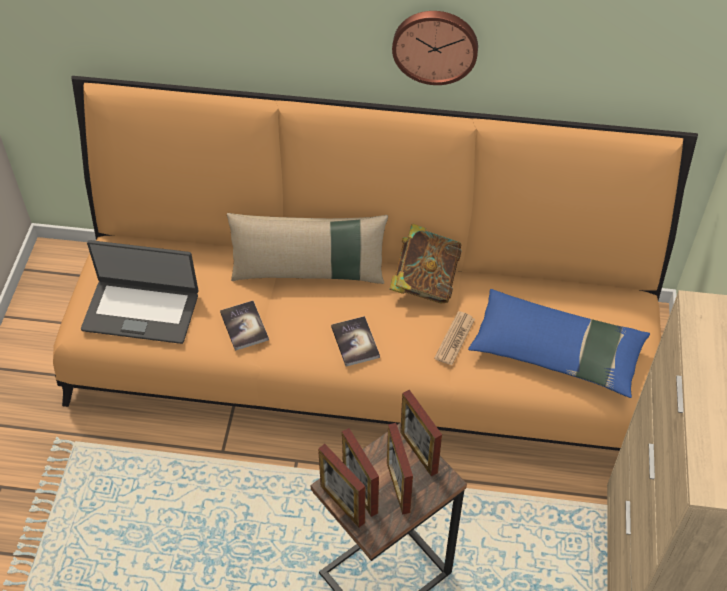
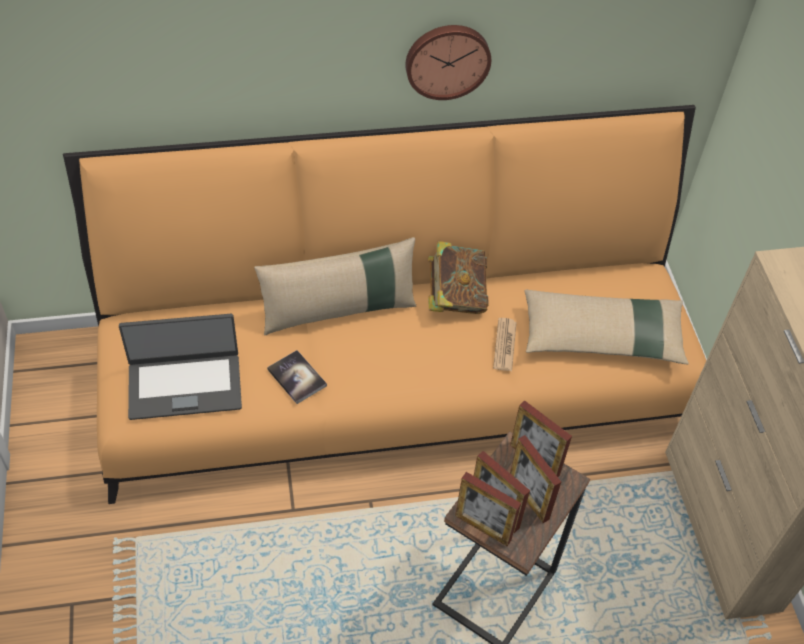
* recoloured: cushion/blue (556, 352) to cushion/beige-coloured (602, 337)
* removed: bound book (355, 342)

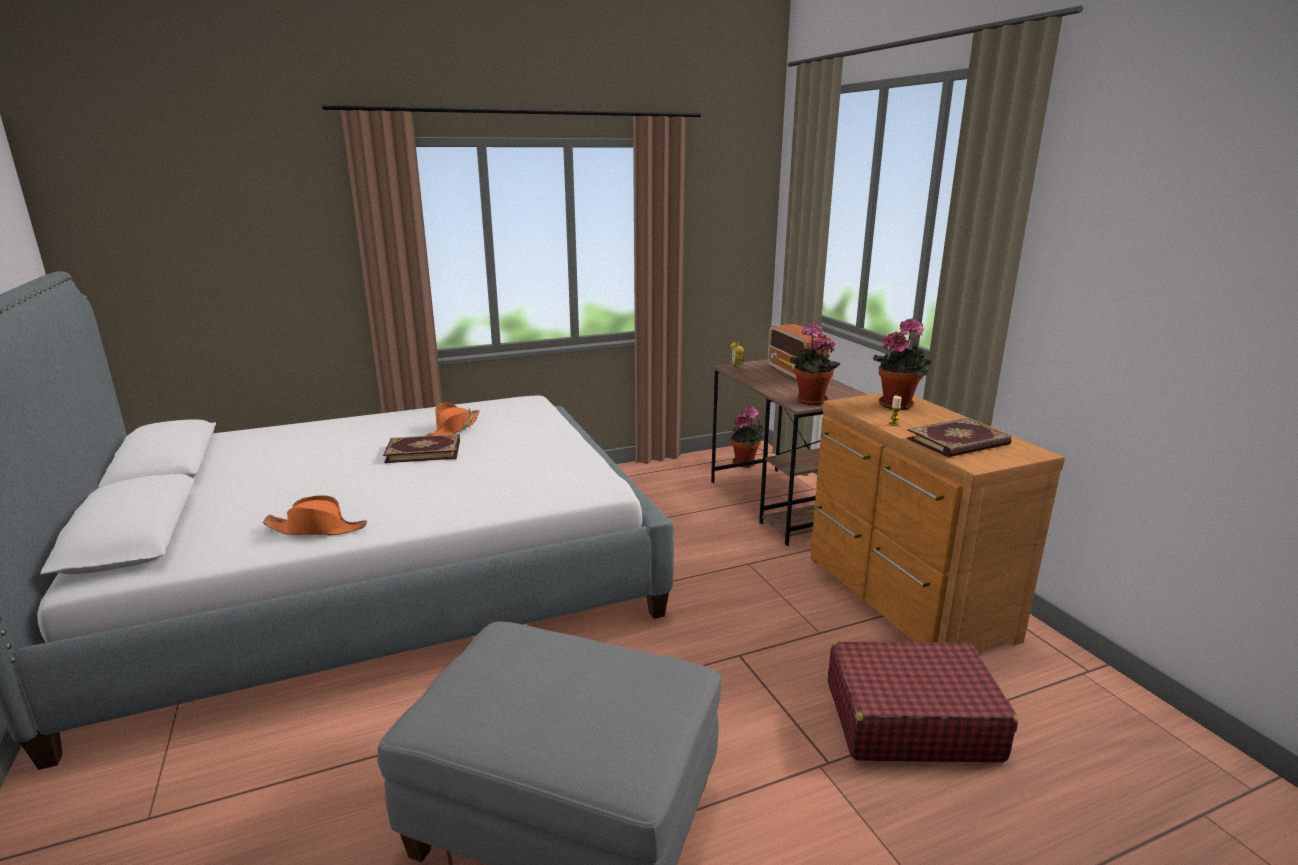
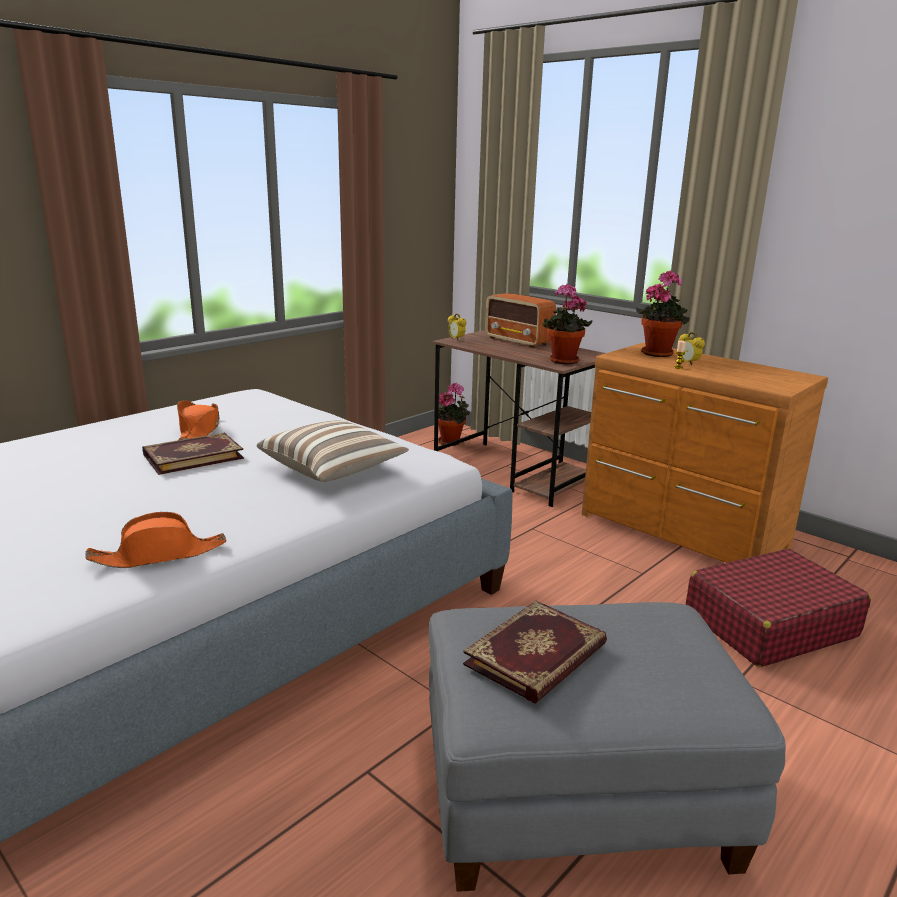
* added: cushion (333, 469)
* moved: bound book (958, 442) to (537, 655)
* added: bedside clock (688, 363)

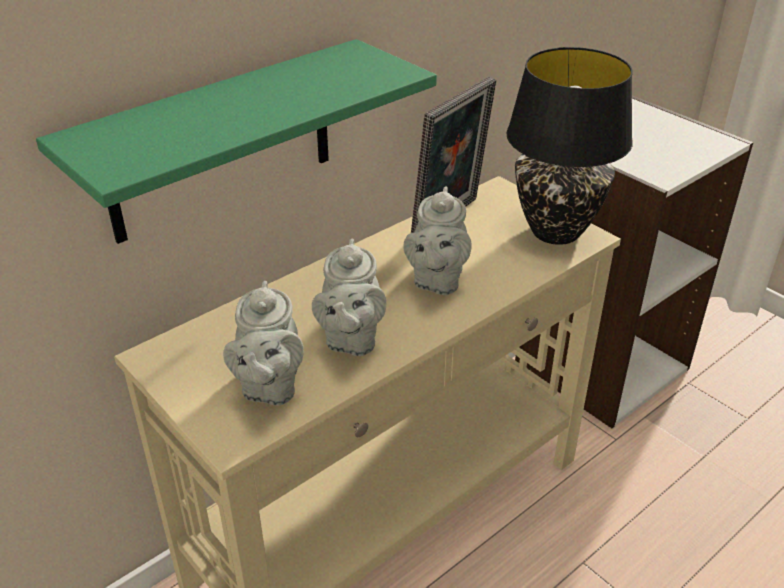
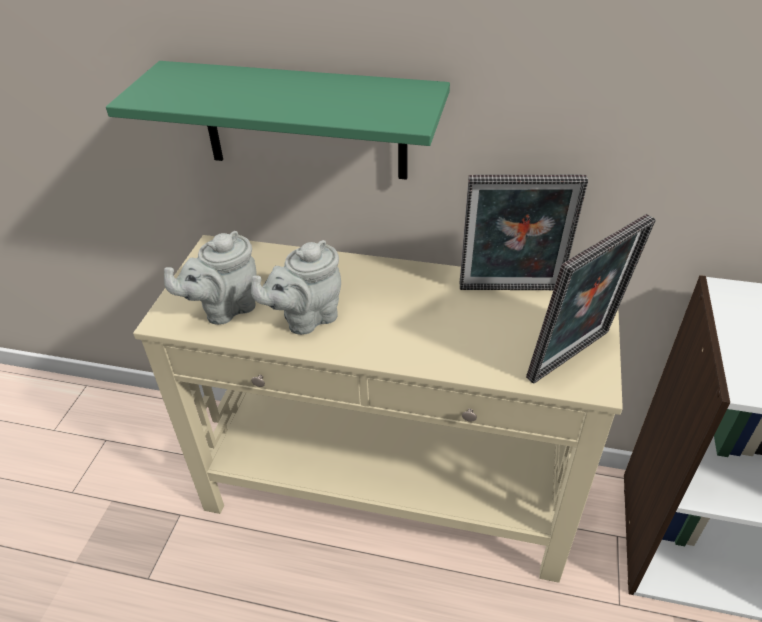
* replaced: table lamp/black-coloured (554, 231) to picture frame (574, 358)
* removed: pot for tea/gray (436, 280)

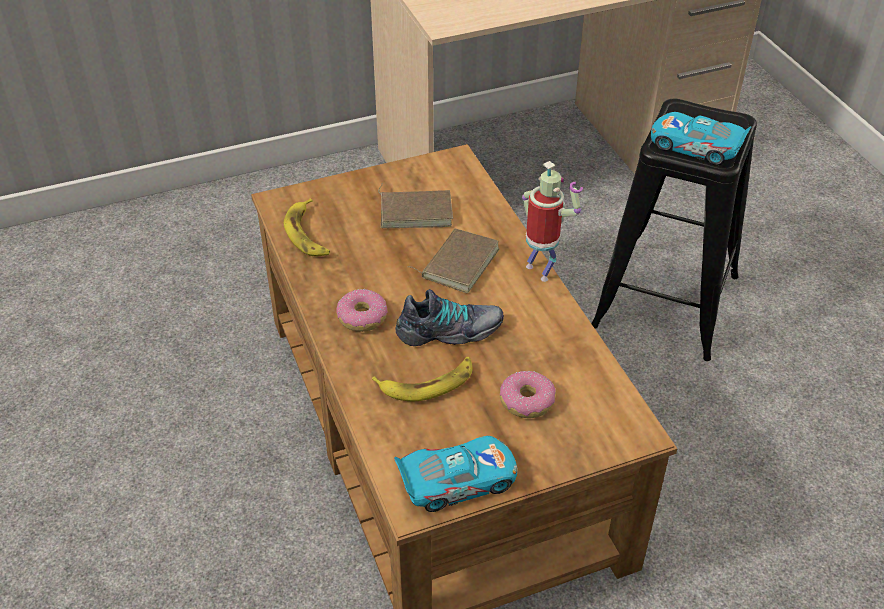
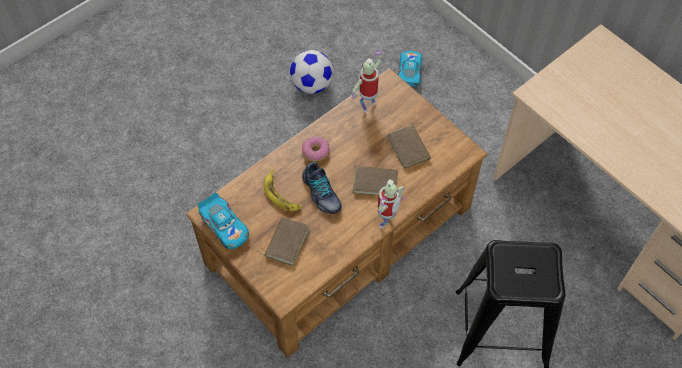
* replaced: doughnut (526, 401) to bound book/brown-coloured (285, 242)
* added: ball for football (312, 85)
* replaced: banana (308, 234) to robot figure (367, 105)
* moved: toy car (695, 147) to (409, 72)

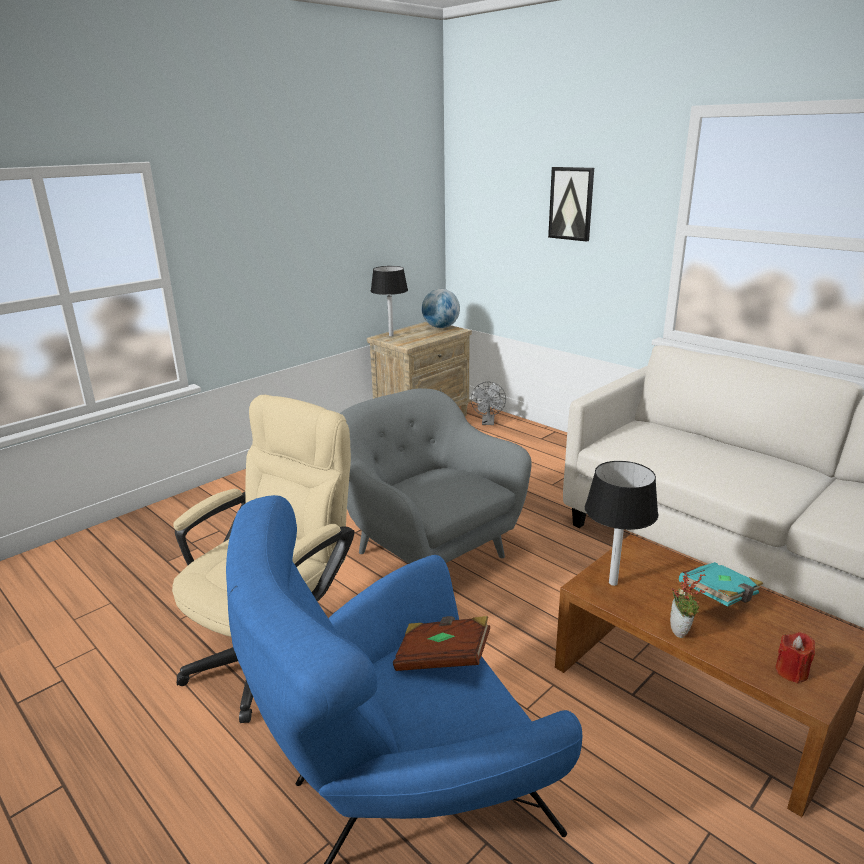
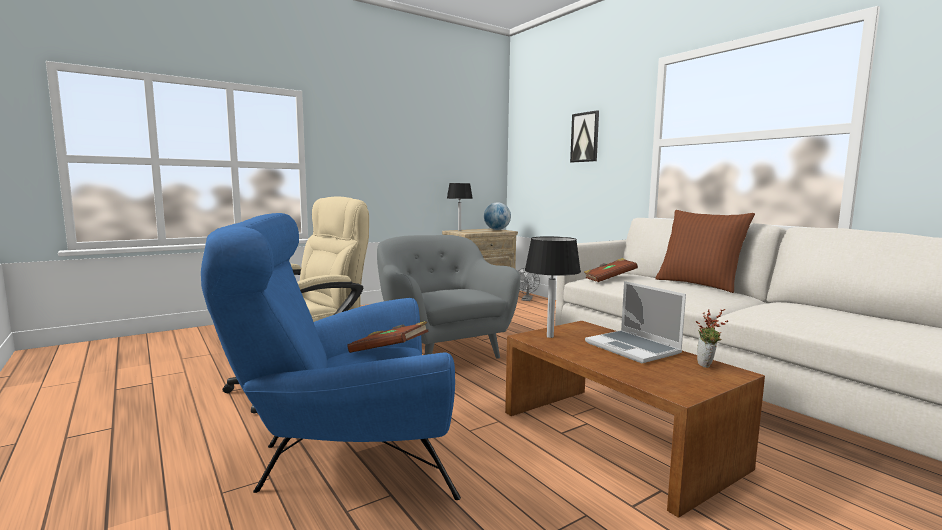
* added: bound book/brown-coloured (609, 279)
* replaced: bound book/turquoise-coloured (720, 597) to portable computer (633, 348)
* added: cushion/brown-coloured (699, 284)
* moved: houseplant (681, 632) to (707, 365)
* removed: candle/red-coloured (791, 671)

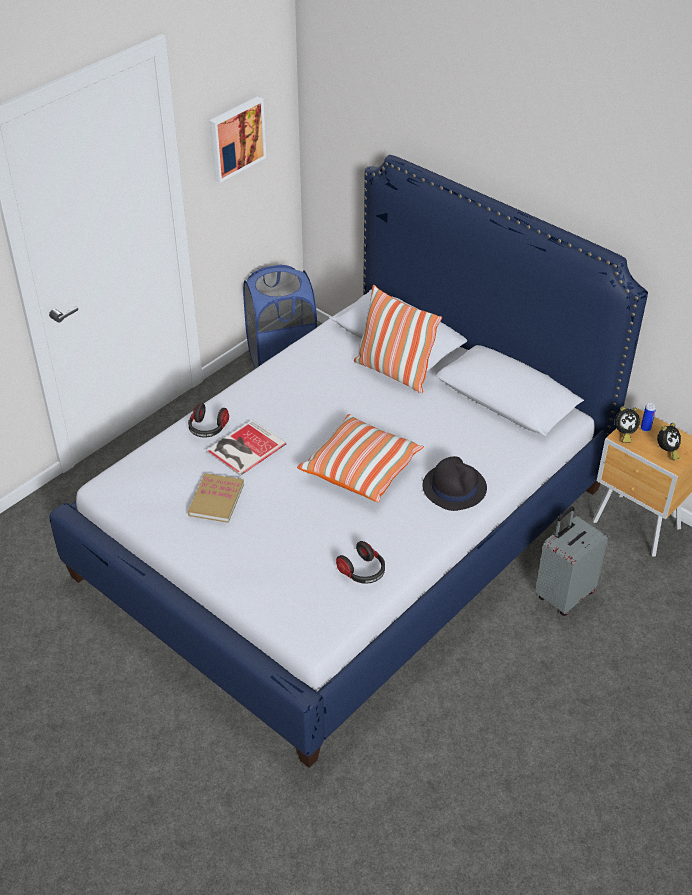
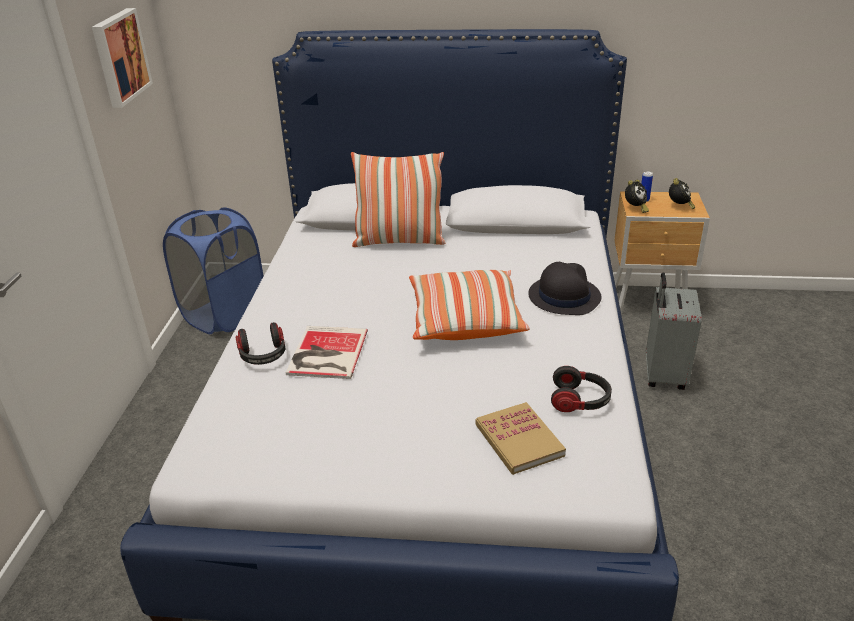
* moved: bound book (216, 500) to (519, 440)

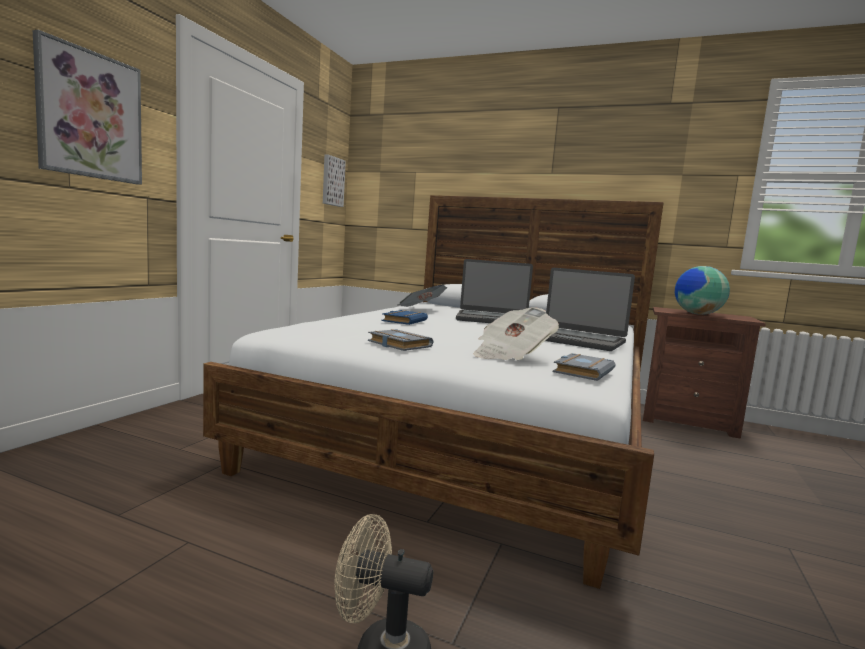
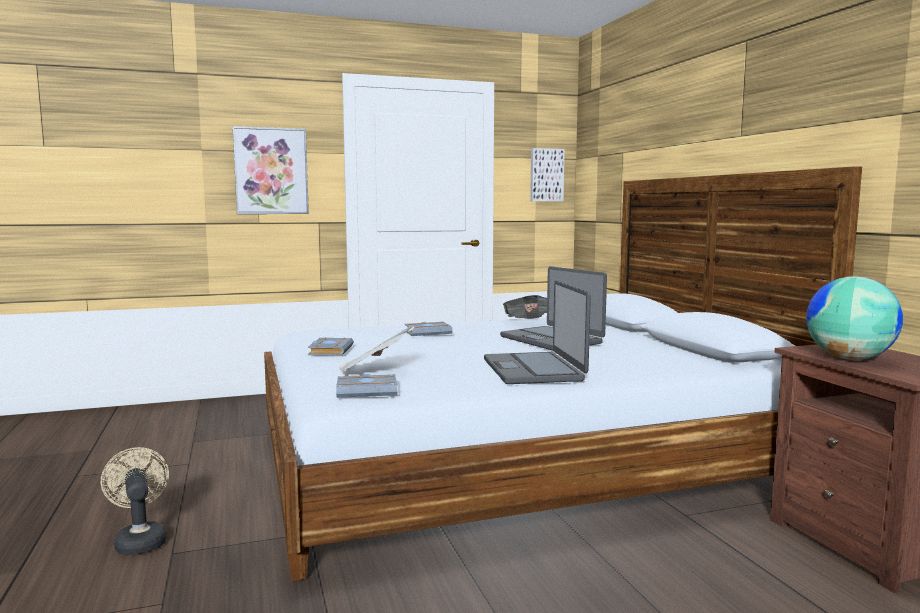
* recoloured: bound book/blue (403, 321) to bound book/gray (428, 332)

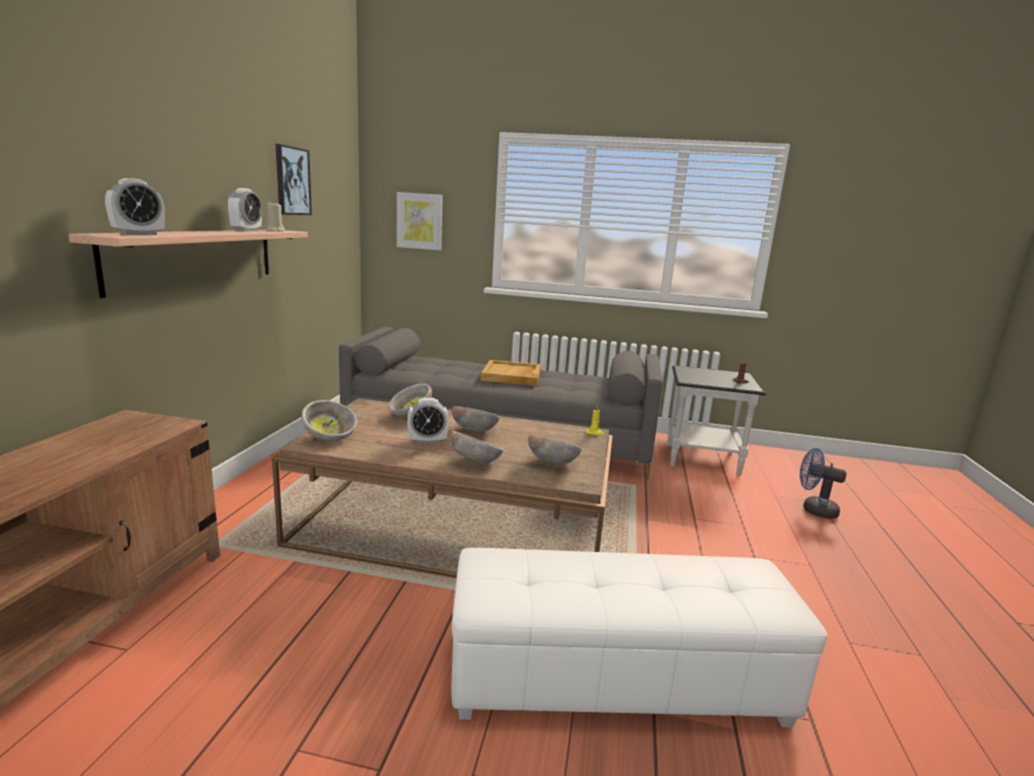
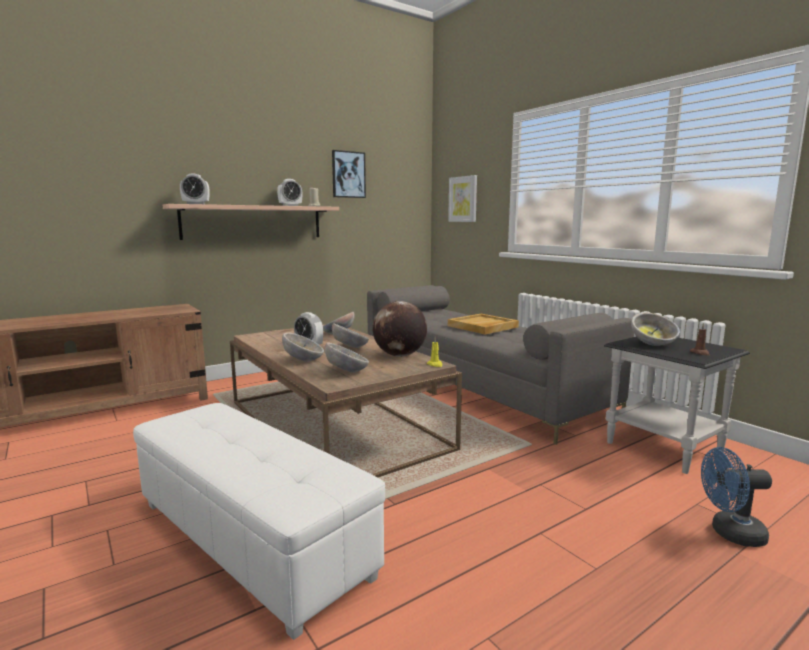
* added: desk globe (399, 355)
* moved: deep dish (330, 438) to (653, 344)
* turned: cooling fan/blue (813, 509) = (730, 534) 75 degrees counterclockwise

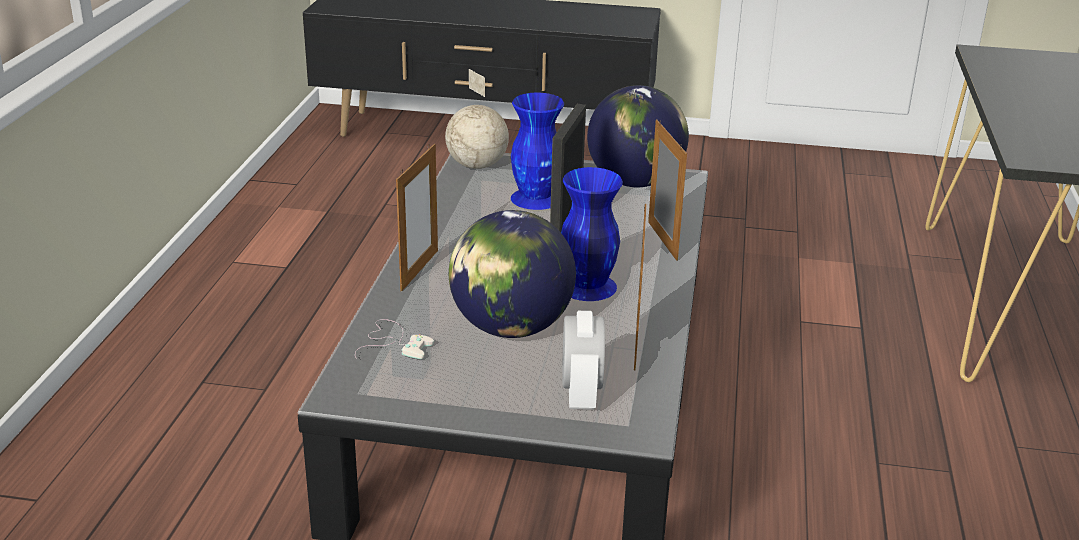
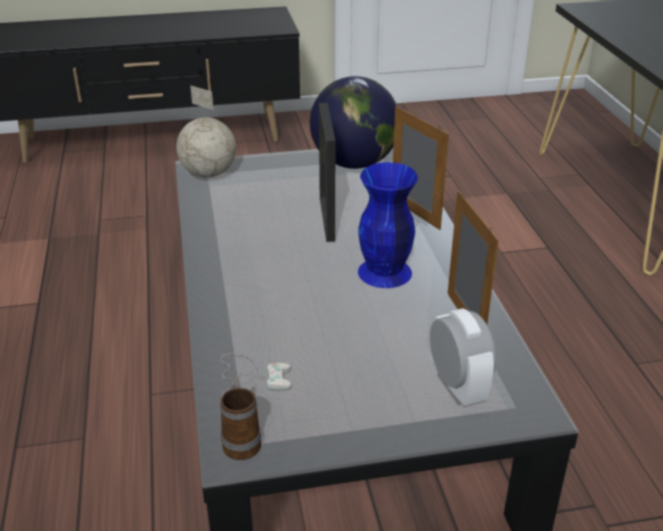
* added: coffee mug (241, 440)
* removed: picture frame (419, 270)
* removed: desk globe (511, 328)
* removed: decorative vase/blue (536, 198)

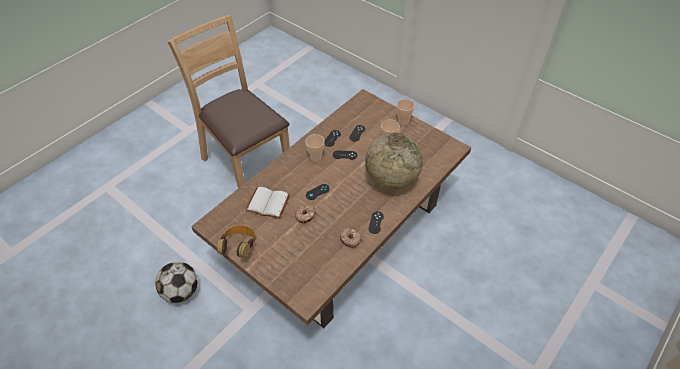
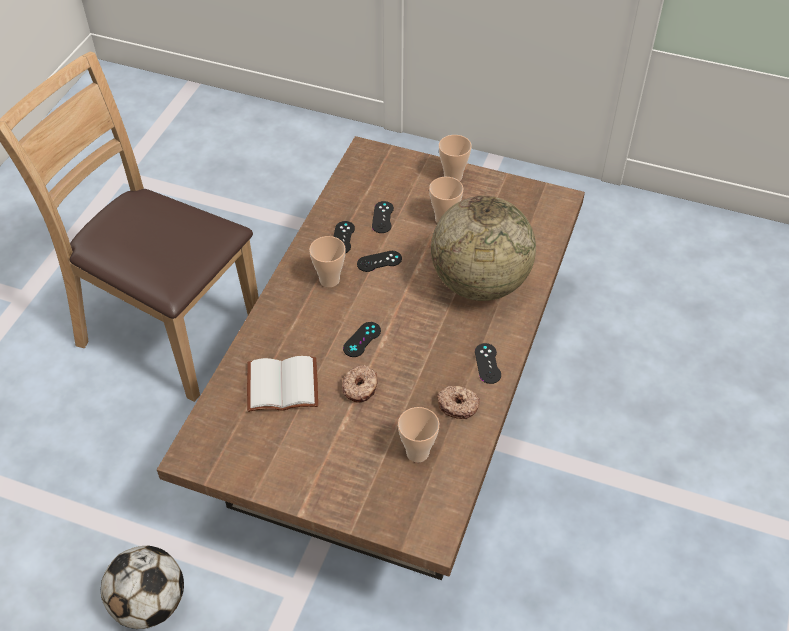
* added: cup (417, 452)
* removed: headphones (239, 247)

